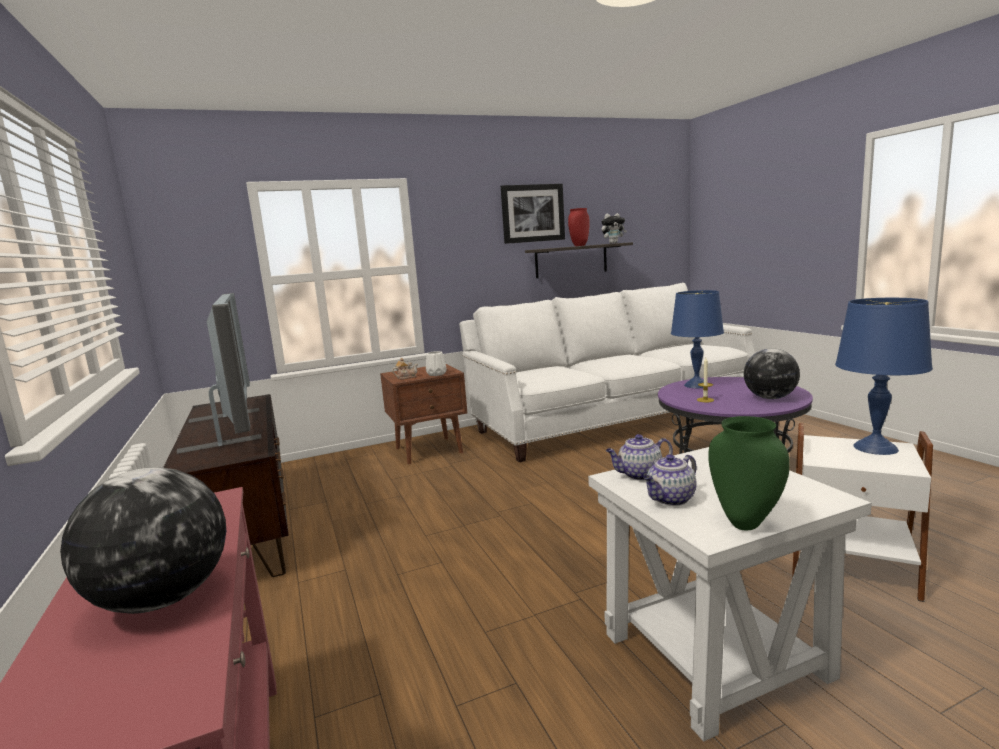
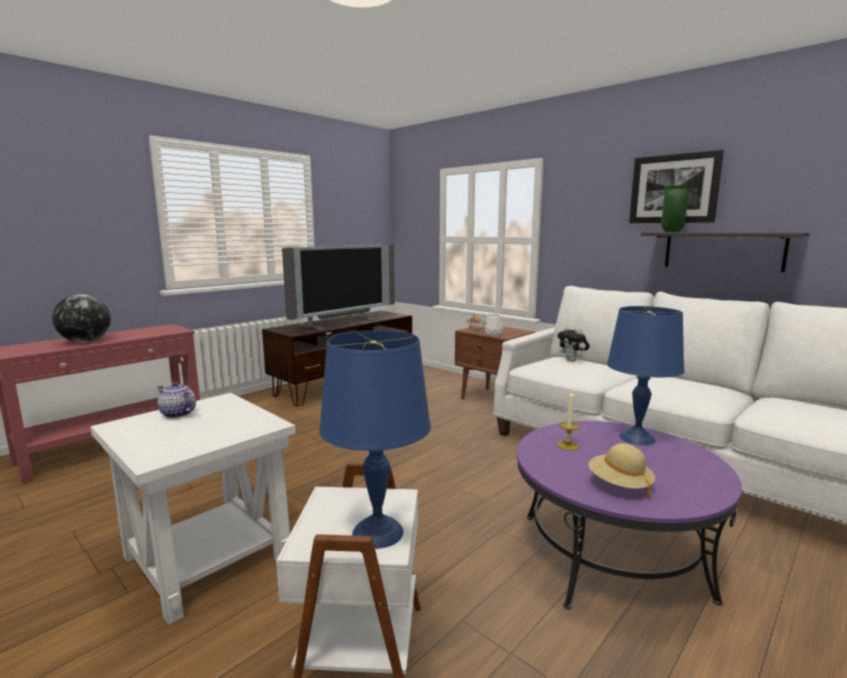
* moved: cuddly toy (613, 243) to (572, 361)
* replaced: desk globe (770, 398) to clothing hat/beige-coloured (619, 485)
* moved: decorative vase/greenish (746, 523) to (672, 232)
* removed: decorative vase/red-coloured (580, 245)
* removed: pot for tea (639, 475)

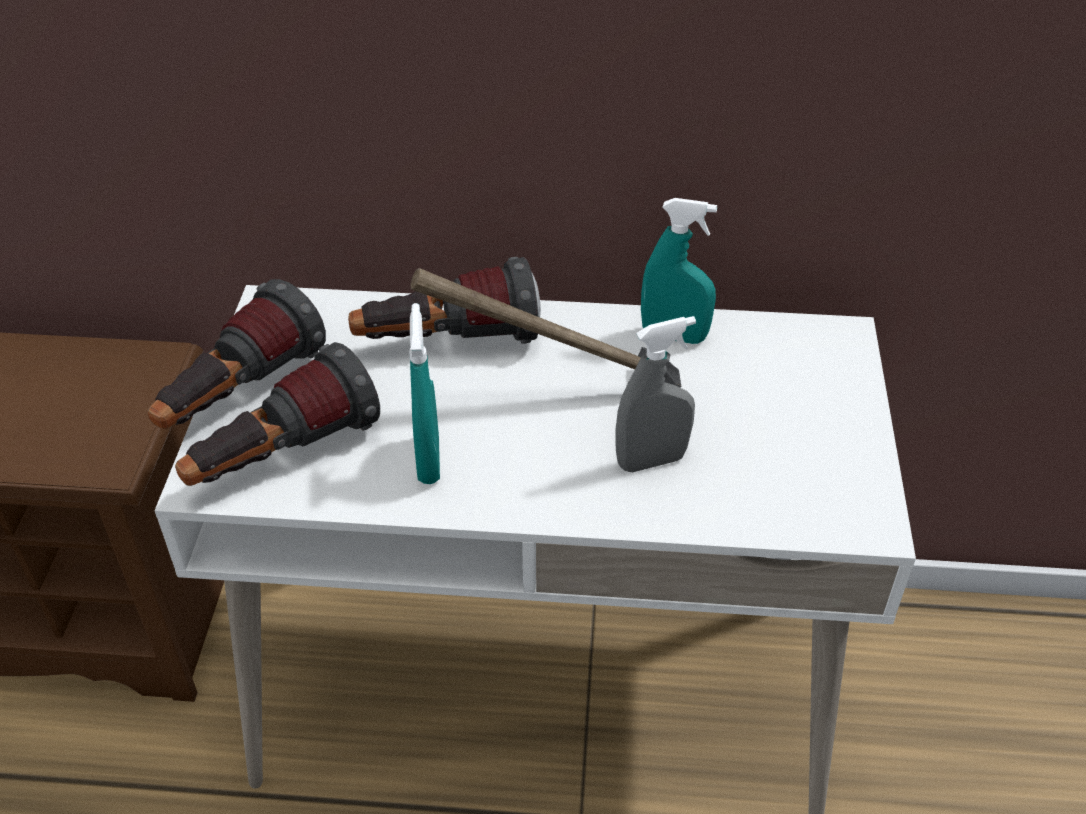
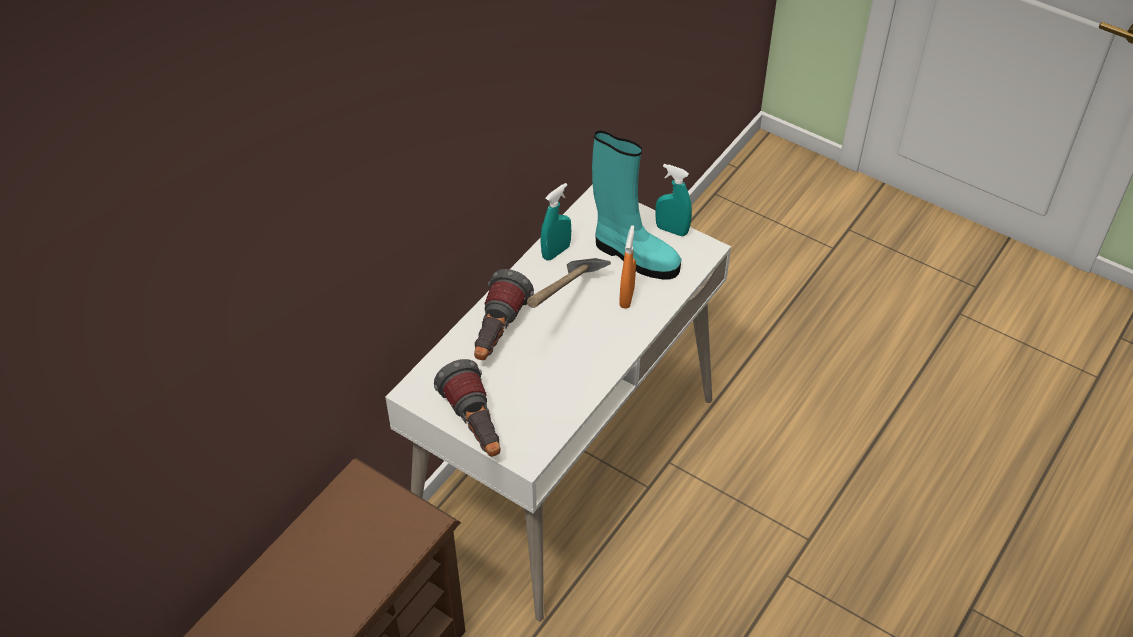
* added: high-top boot/turquoise-coloured (634, 255)
* recoloured: sprayer/gray (651, 460) to sprayer/orange (627, 297)
* moved: sprayer/turquoise-coloured (428, 461) to (671, 230)
* removed: flashlight (282, 458)

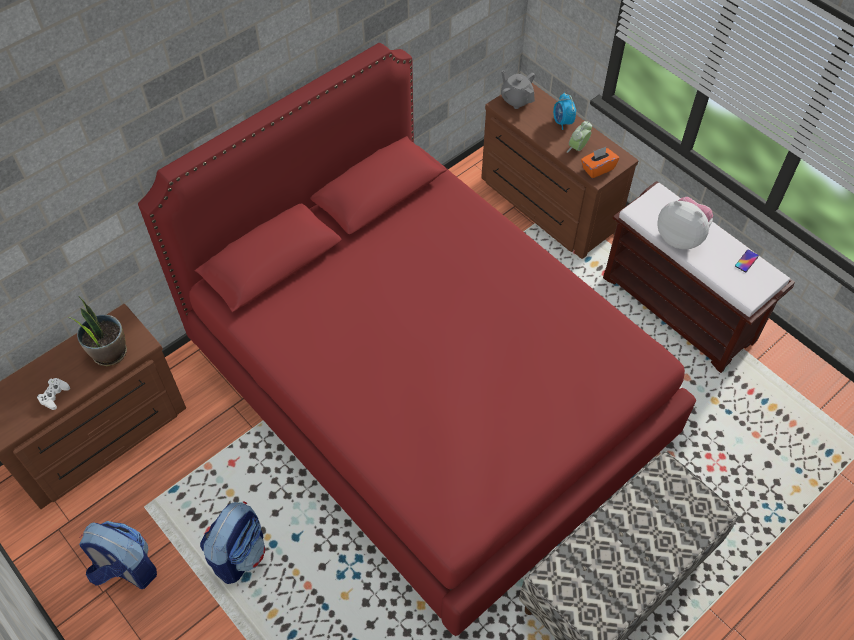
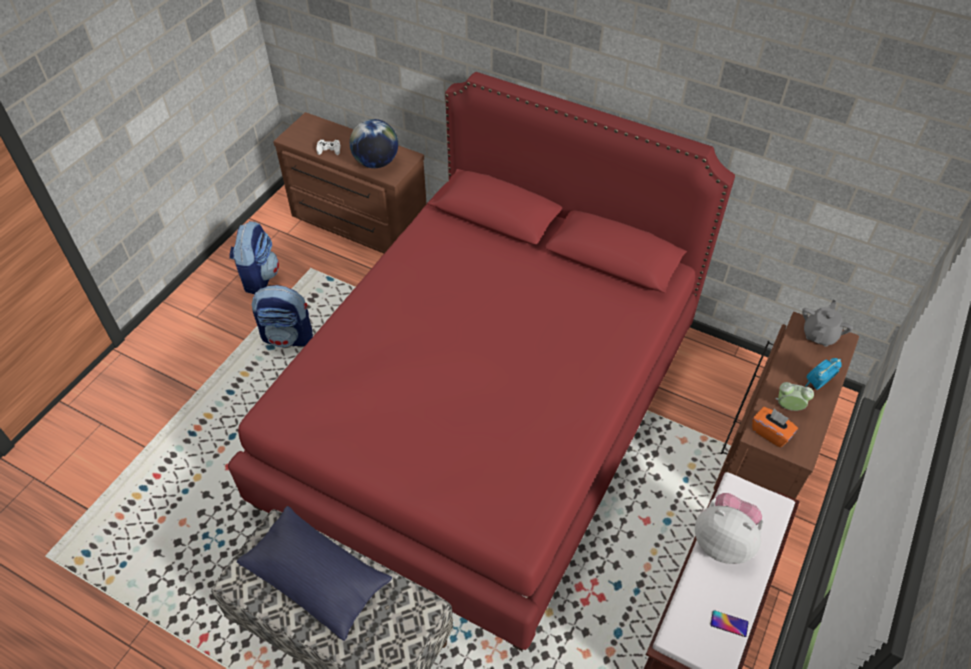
* added: cushion/blue (317, 578)
* replaced: houseplant (109, 352) to desk globe (376, 162)
* turned: cuddly toy (680, 237) = (723, 541) 75 degrees counterclockwise

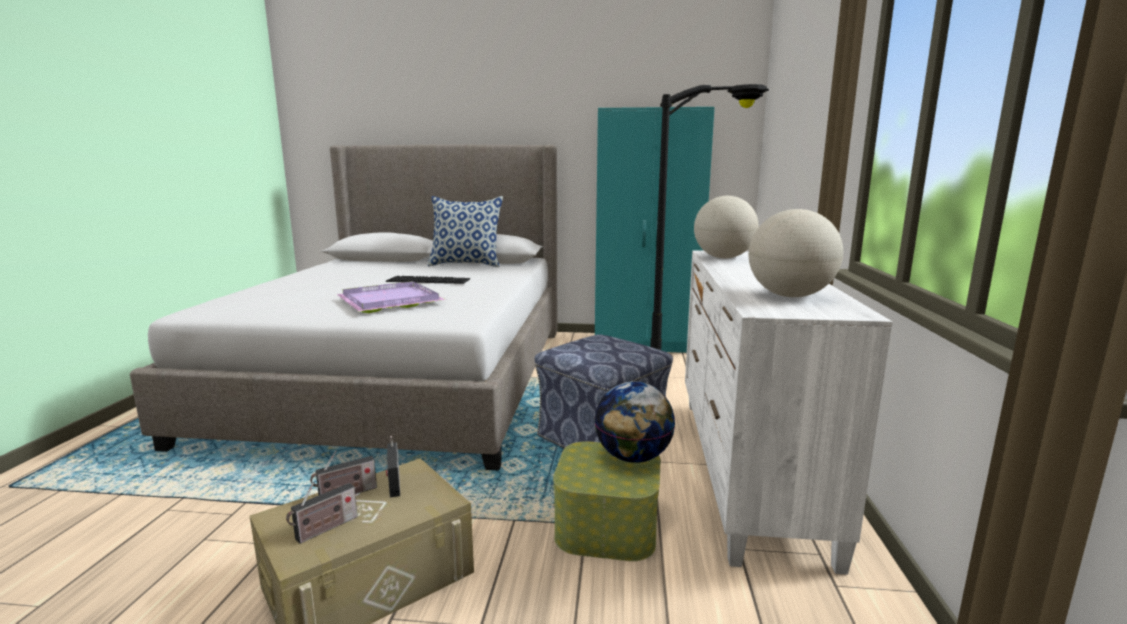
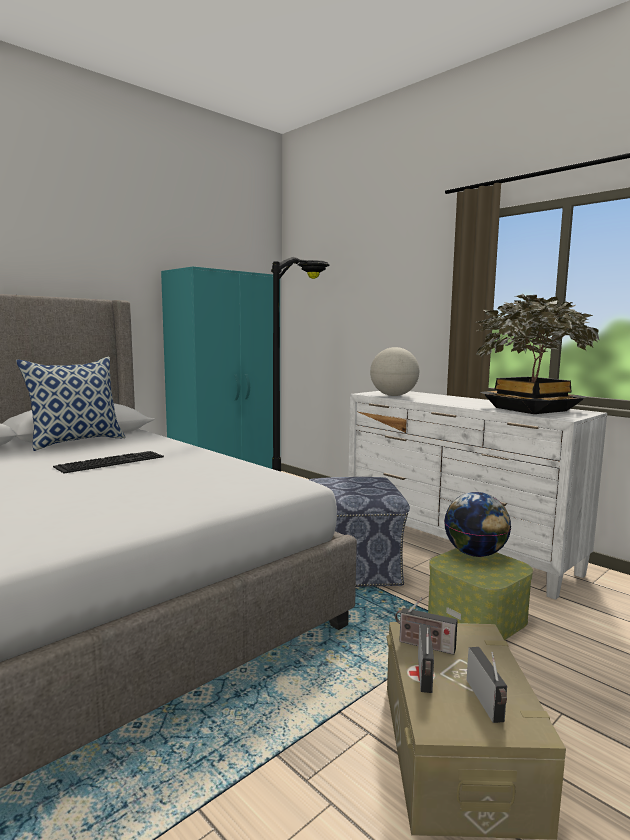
* replaced: desk globe (789, 296) to houseplant (531, 409)
* removed: serving tray/purplish (389, 301)

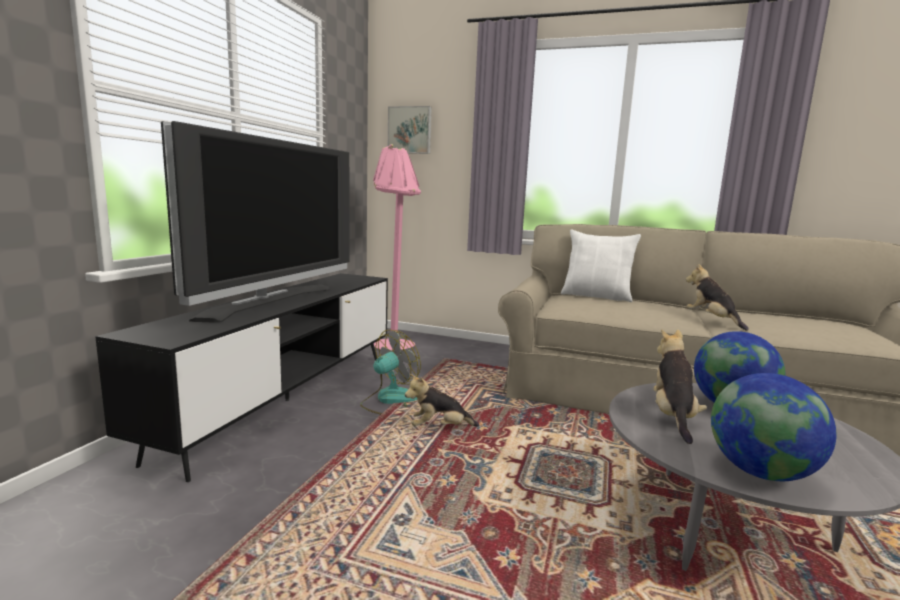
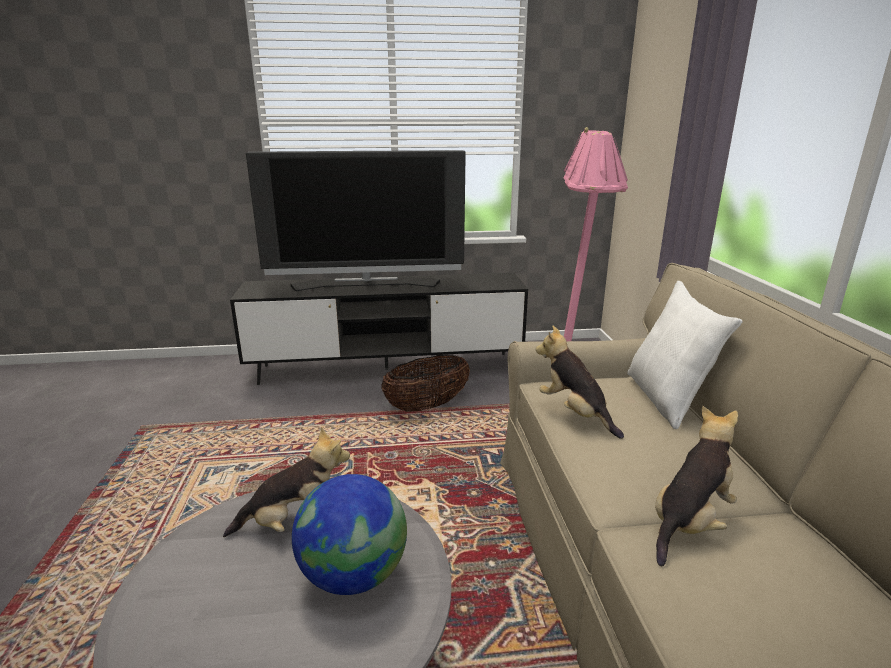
* replaced: cooling fan (390, 400) to basket (427, 406)
* moved: cuddly toy (439, 428) to (575, 413)
* removed: wall art (410, 130)
* removed: desk globe (760, 472)

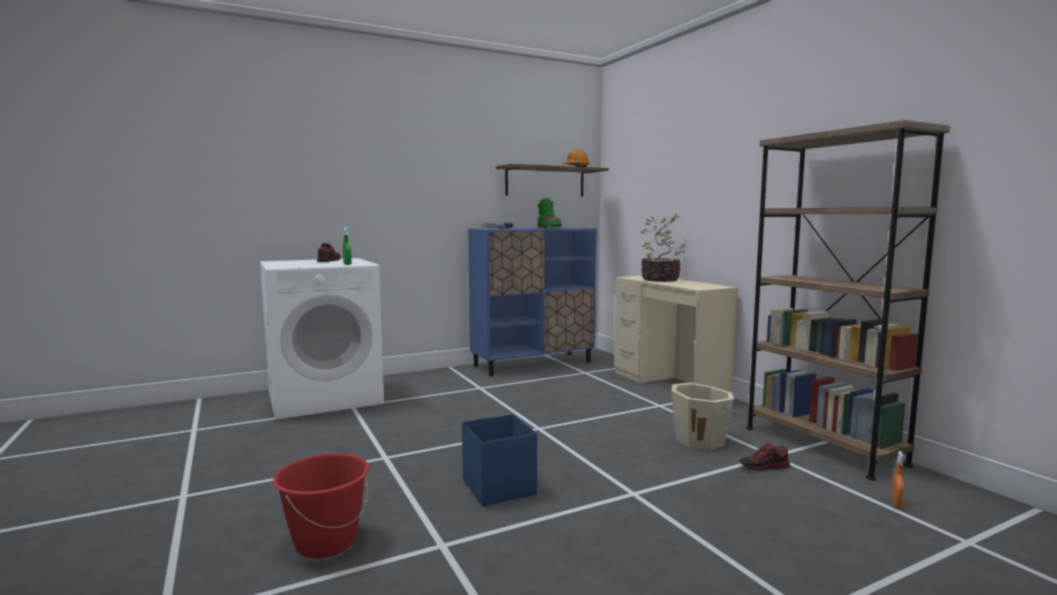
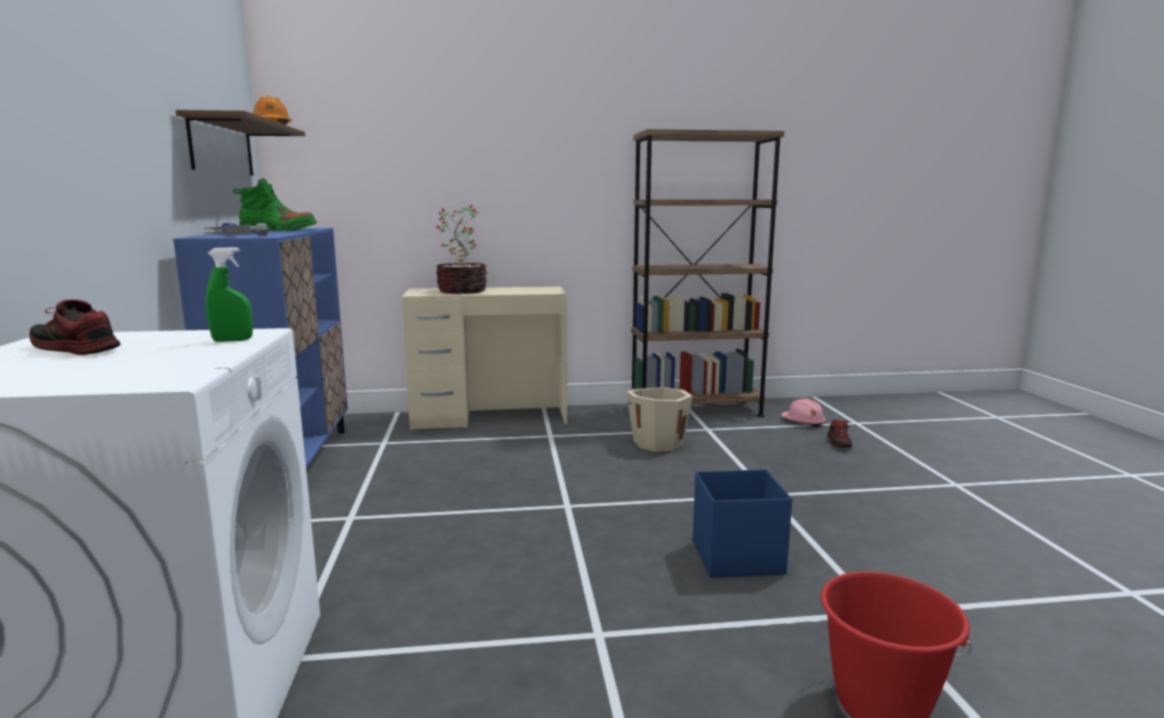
* replaced: sprayer/orange (896, 504) to work helmet/pinkish (803, 422)
* moved: item of footwear (764, 467) to (839, 443)

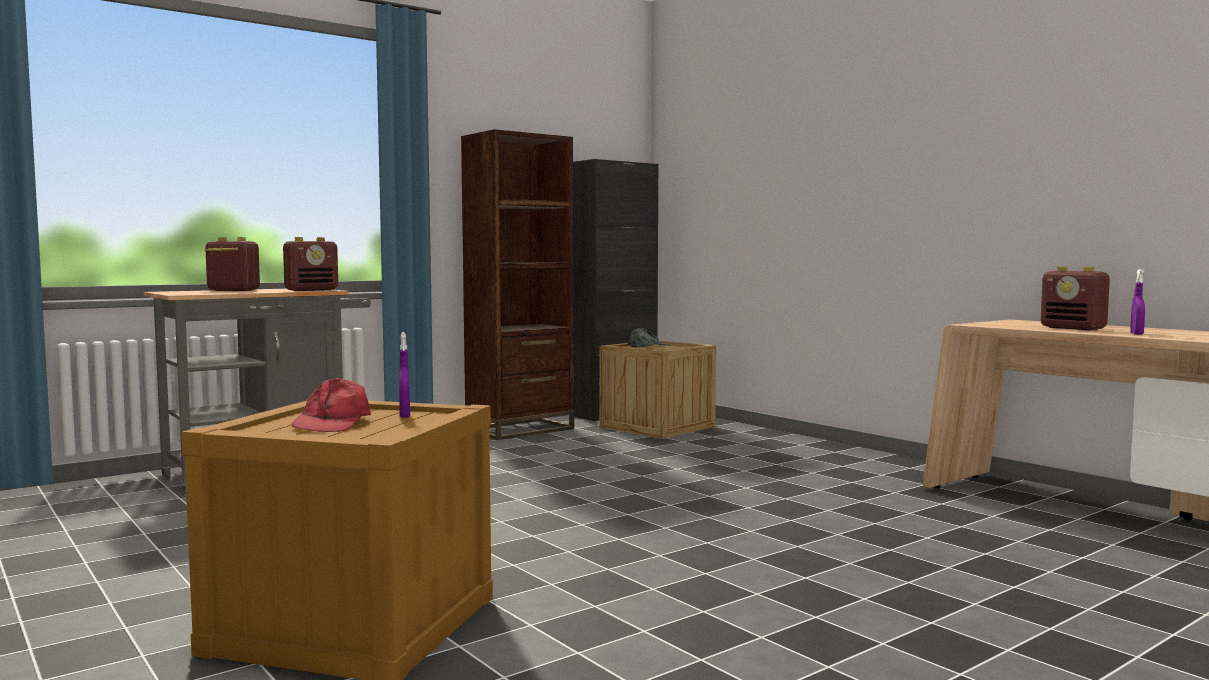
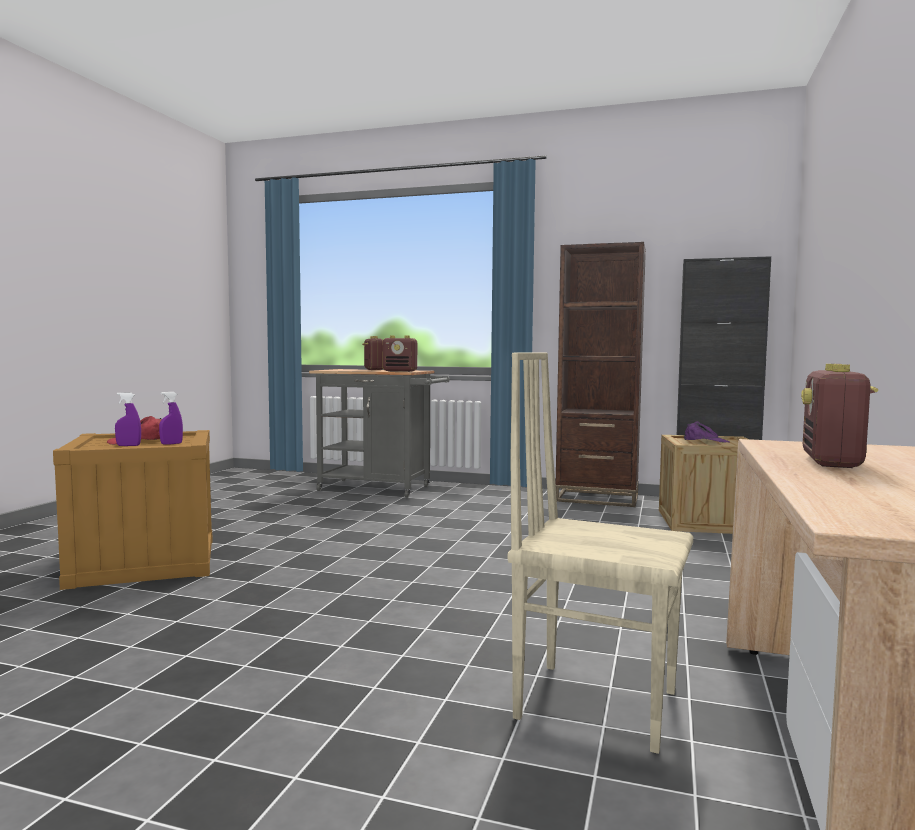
* moved: sprayer/purplish (1136, 334) to (128, 445)
* added: plain chair/beige-coloured (595, 703)
* recoloured: cap/gray (649, 346) to cap/purplish (706, 441)

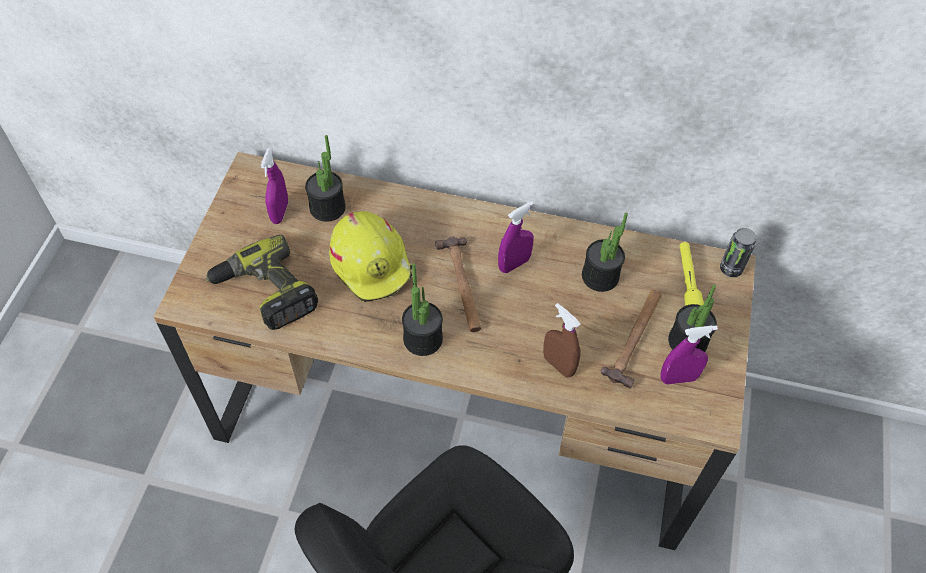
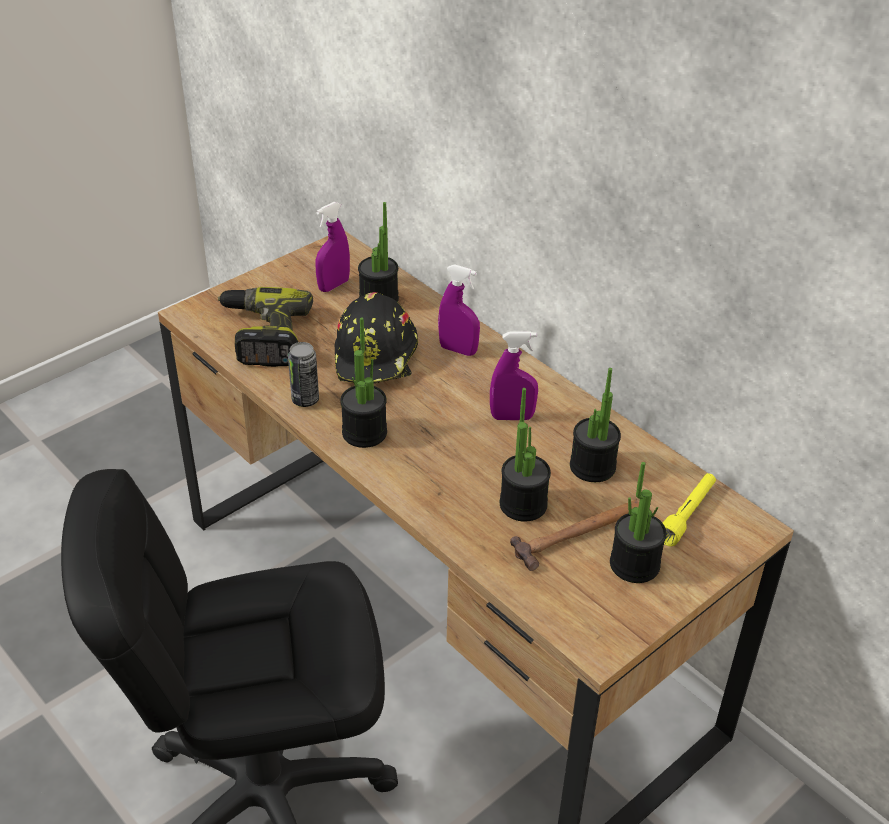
* moved: can (731, 269) to (305, 400)
* recoloured: work helmet/yellowish (372, 263) to work helmet/black-coloured (377, 356)
* moved: sprayer/purplish (678, 378) to (458, 350)
* added: houseplant (523, 504)
* removed: tool hammer (461, 285)
* removed: sprayer/brown-coloured (558, 365)

